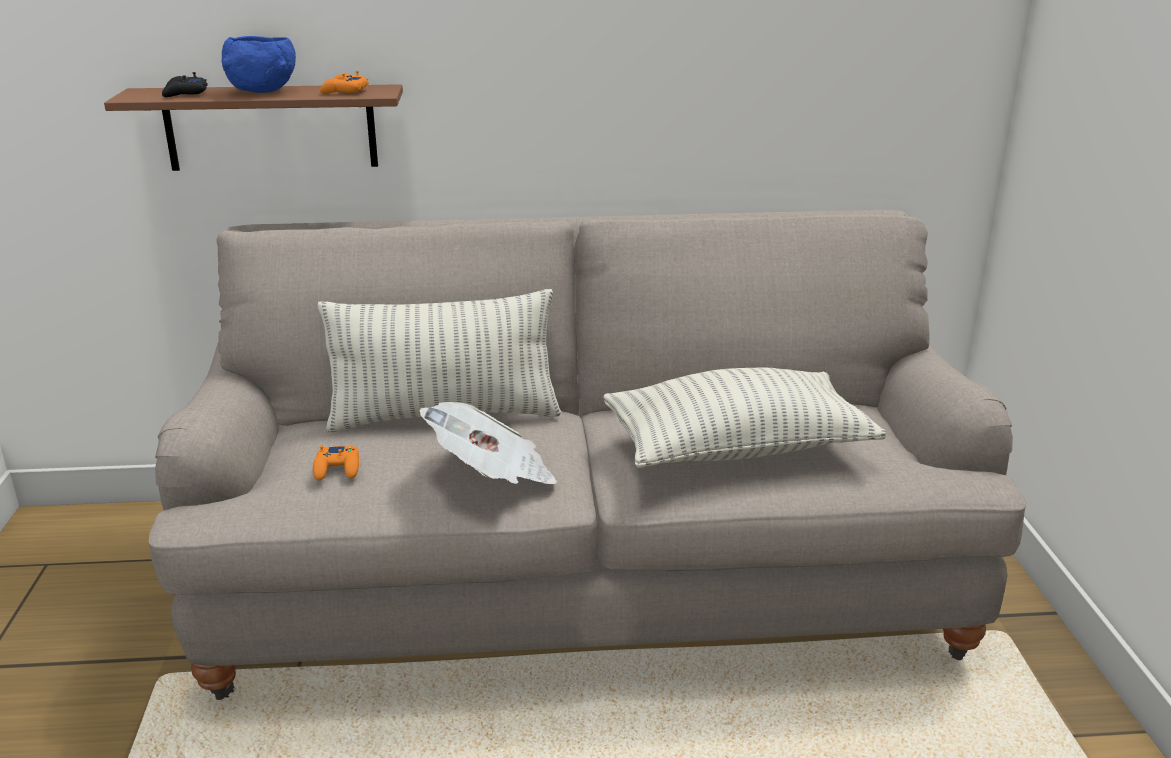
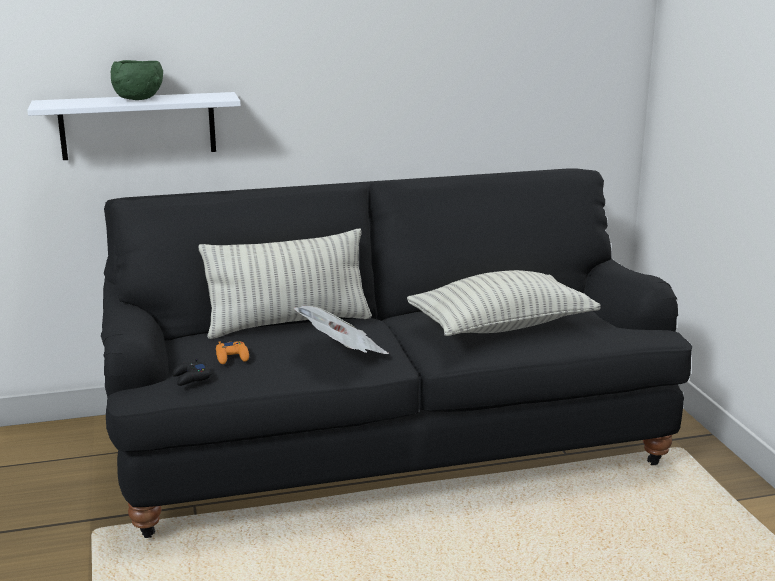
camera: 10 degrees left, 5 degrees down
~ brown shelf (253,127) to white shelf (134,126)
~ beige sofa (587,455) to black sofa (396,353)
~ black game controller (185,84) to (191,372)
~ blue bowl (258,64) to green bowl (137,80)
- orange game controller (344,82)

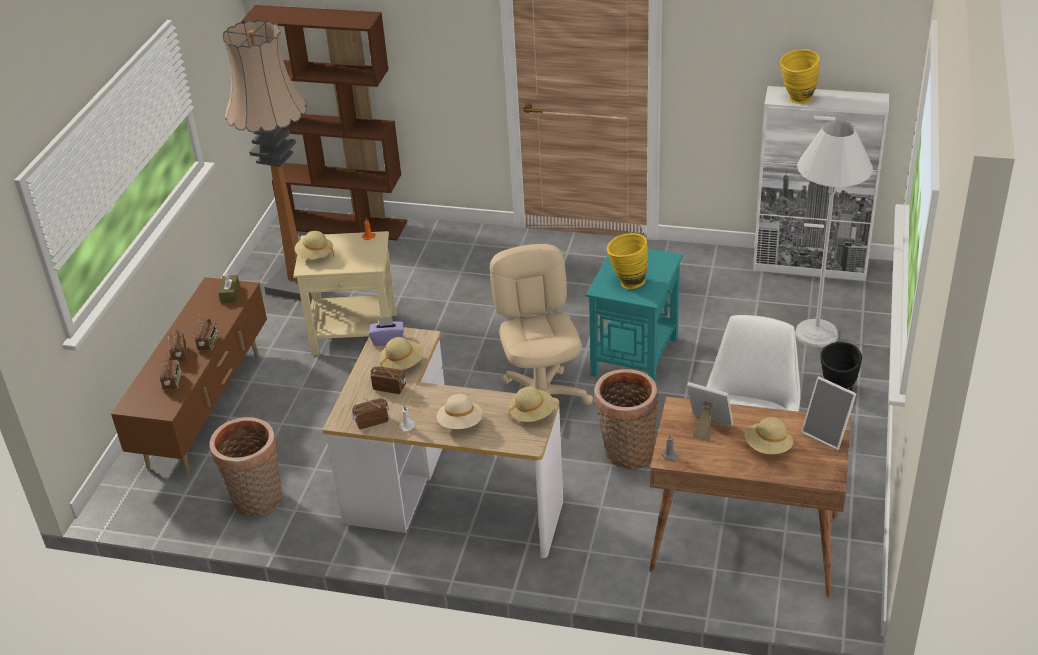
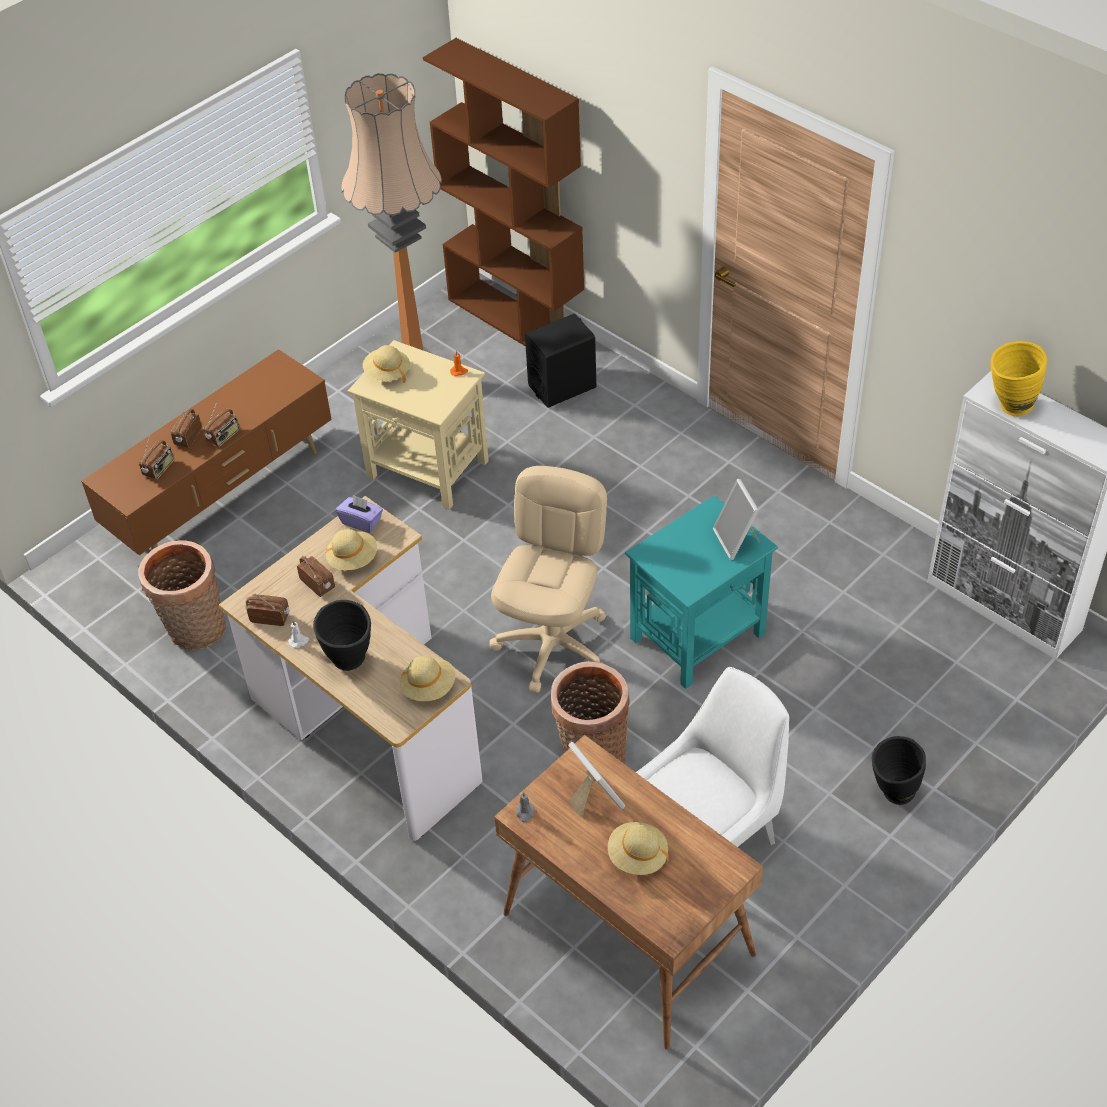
camera: 30 degrees right, 10 degrees up
- brown tissue box (229,287)
~ beige hat (460,411) to black vase (342,635)
- yellow vase (627,261)
- white floor lamp (834,234)
~ picture frame (828,413) to (736,519)
+ black speaker (560,360)

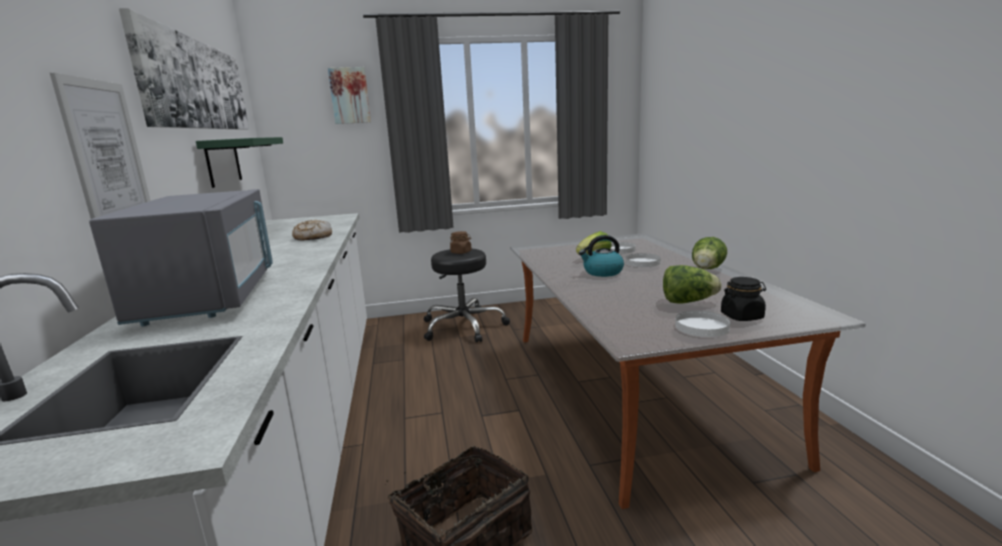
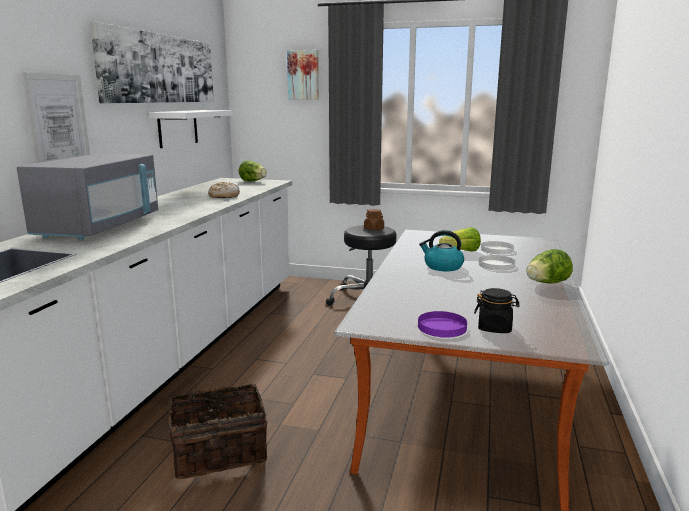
camera: 25 degrees right, 0 degrees up
~ green shelf (239,162) to white shelf (190,129)
~ lettuce (692,284) to (253,171)
~ white plate (702,324) to purple plate (442,324)

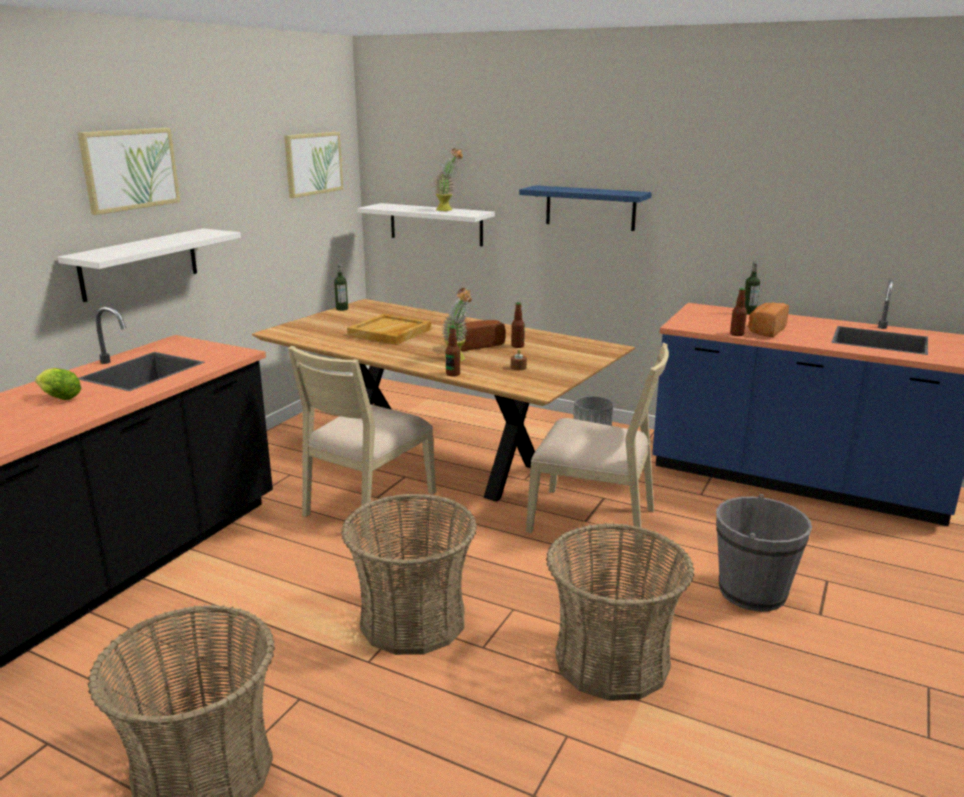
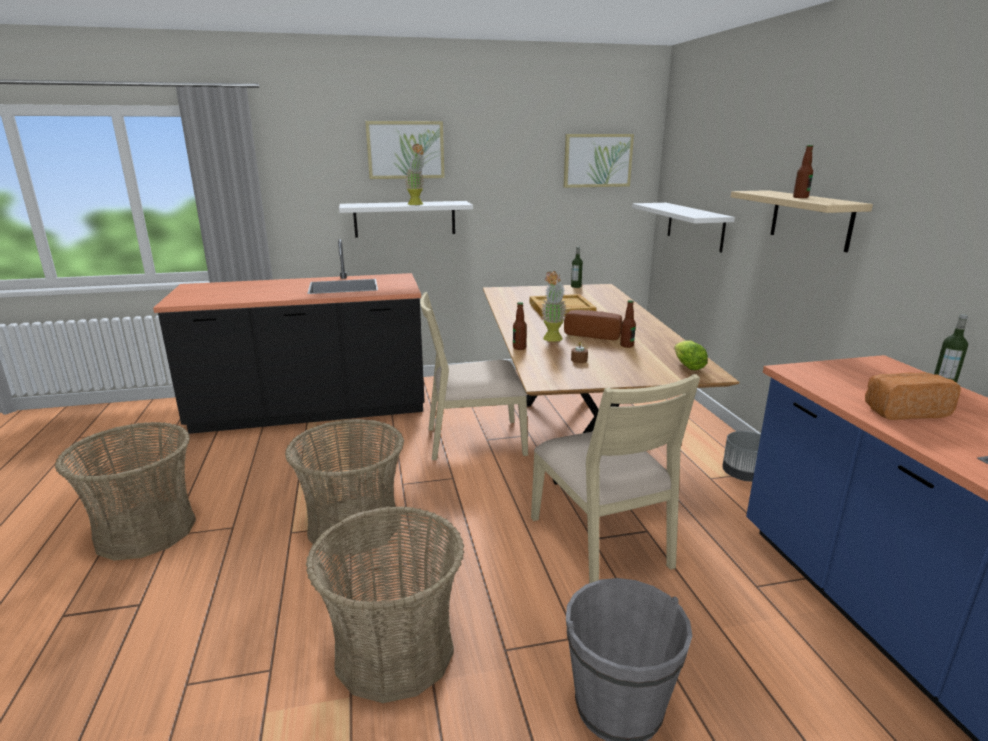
camera: 50 degrees right, 0 degrees up
~ lettuce (58,384) to (691,355)
~ potted plant (448,179) to (414,174)
~ blue shelf (585,208) to beige shelf (802,221)
~ bottle (738,312) to (803,171)

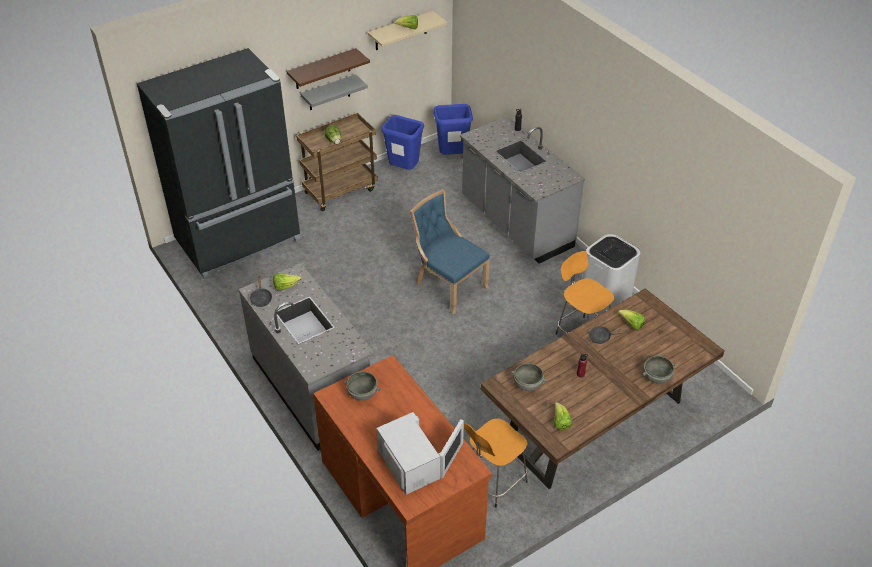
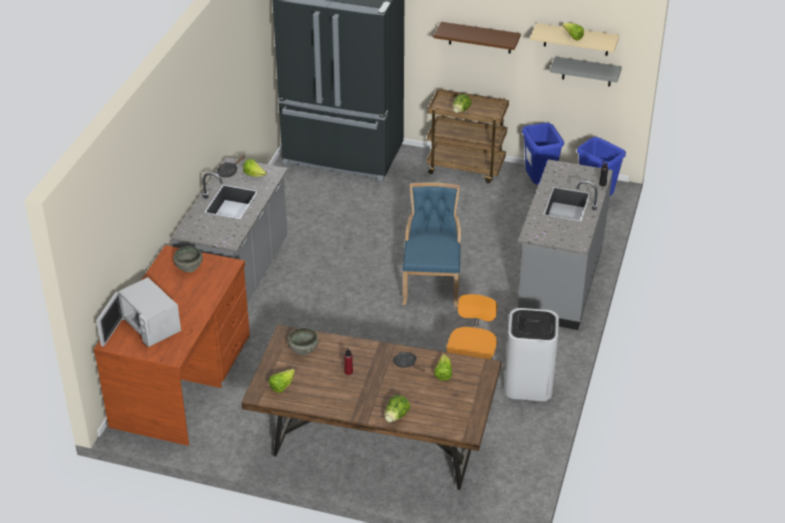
camera: 50 degrees right, 5 degrees down
~ grey shelf (334,92) to (586,71)
~ white microwave (420,453) = (138,312) 120 degrees clockwise
- orange stool (496,463)
~ grey bowl (658,370) to lettuce (397,408)

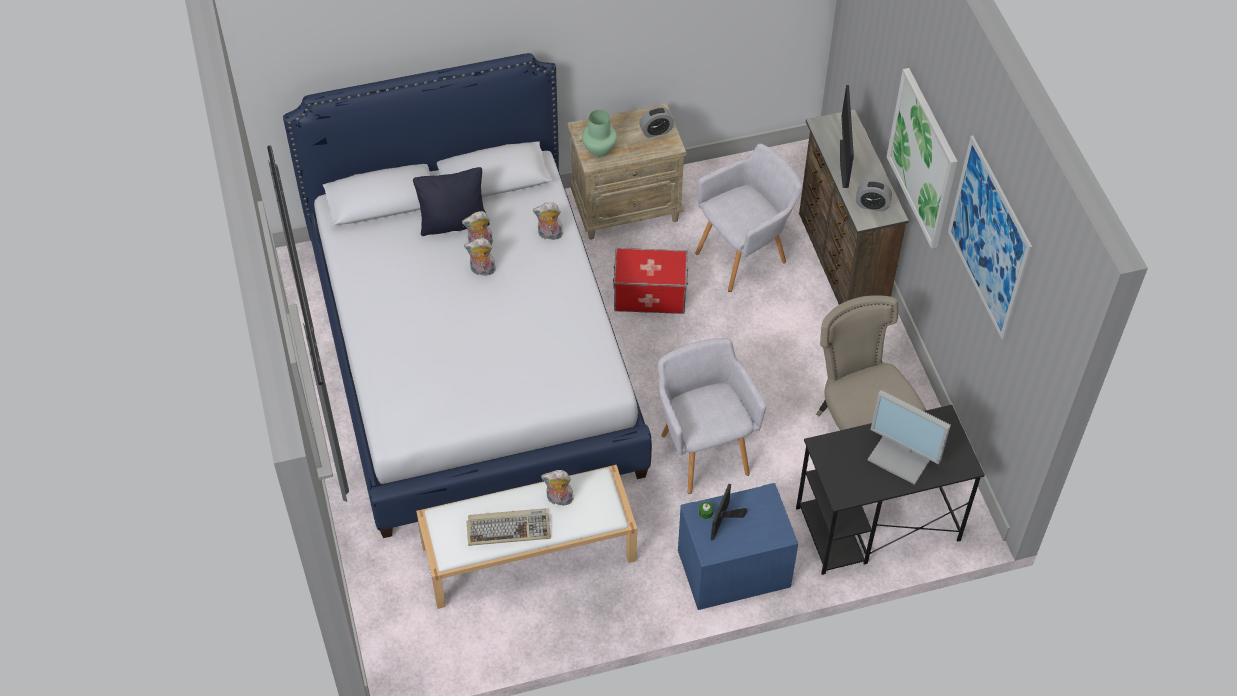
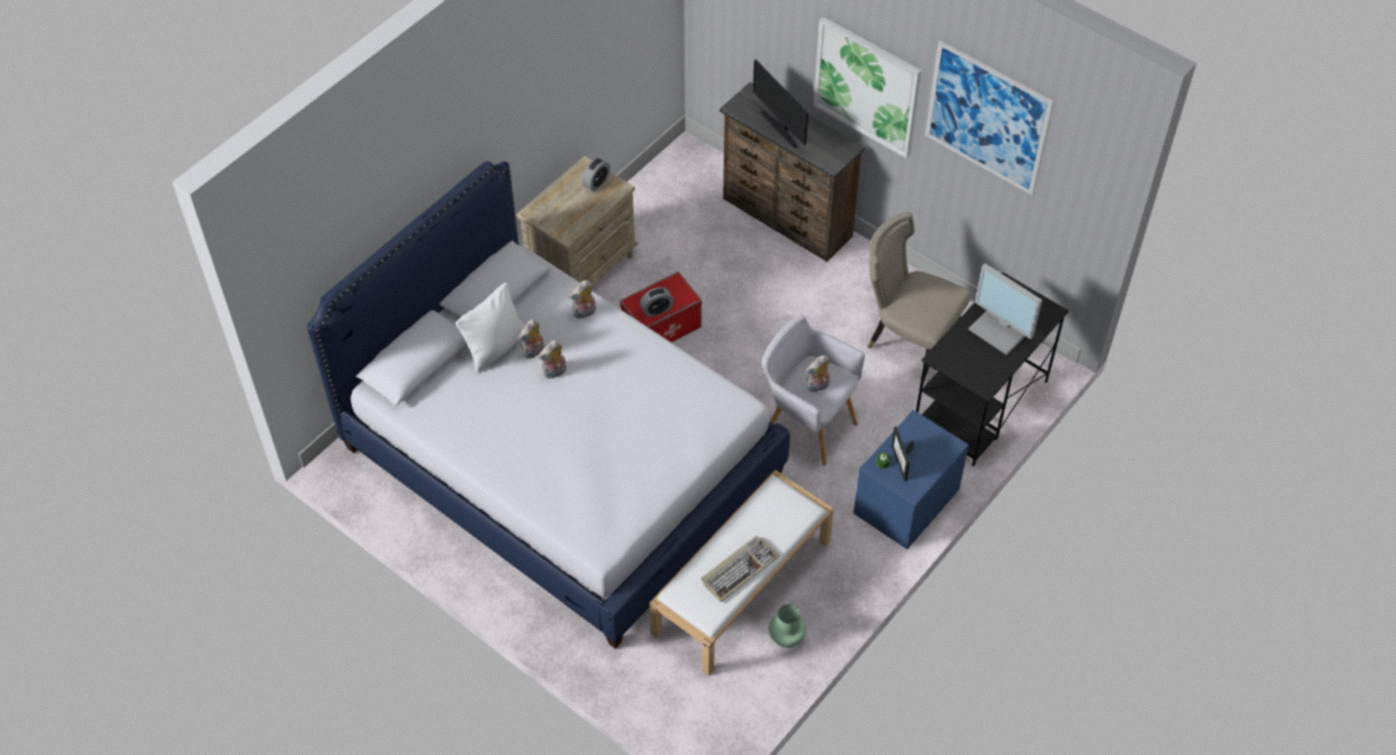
camera: 35 degrees left, 0 degrees up
~ black pillow (451,201) to white pillow (490,327)
~ plush toy (557,487) to (818,373)
~ green vase (599,133) to (788,626)
- grey armchair (749,218)
~ alarm clock (874,196) to (657,302)
~ monitor (909,437) = (1005,309) 45 degrees clockwise

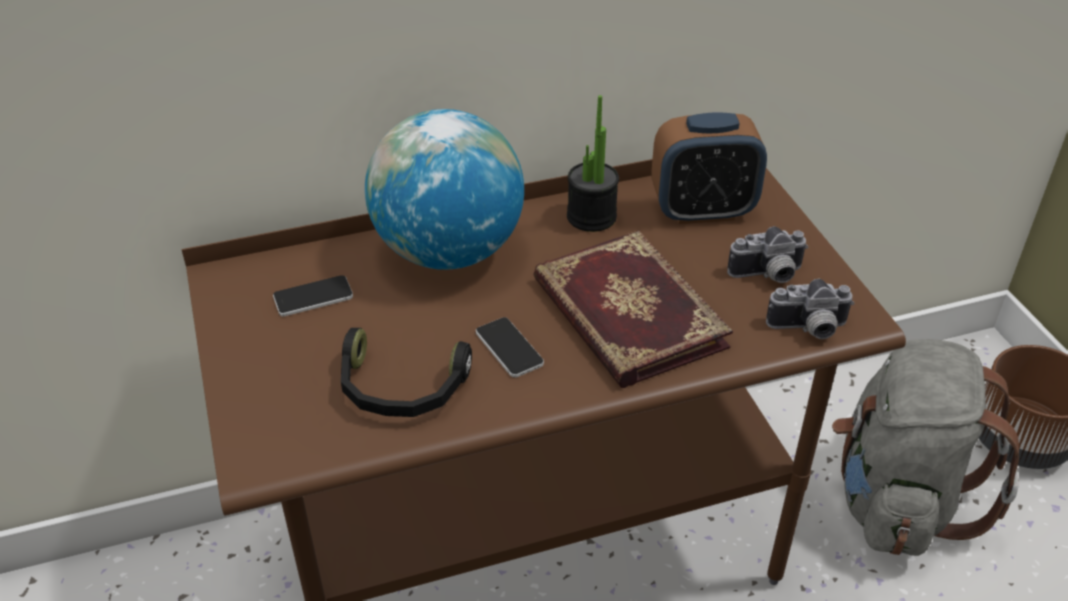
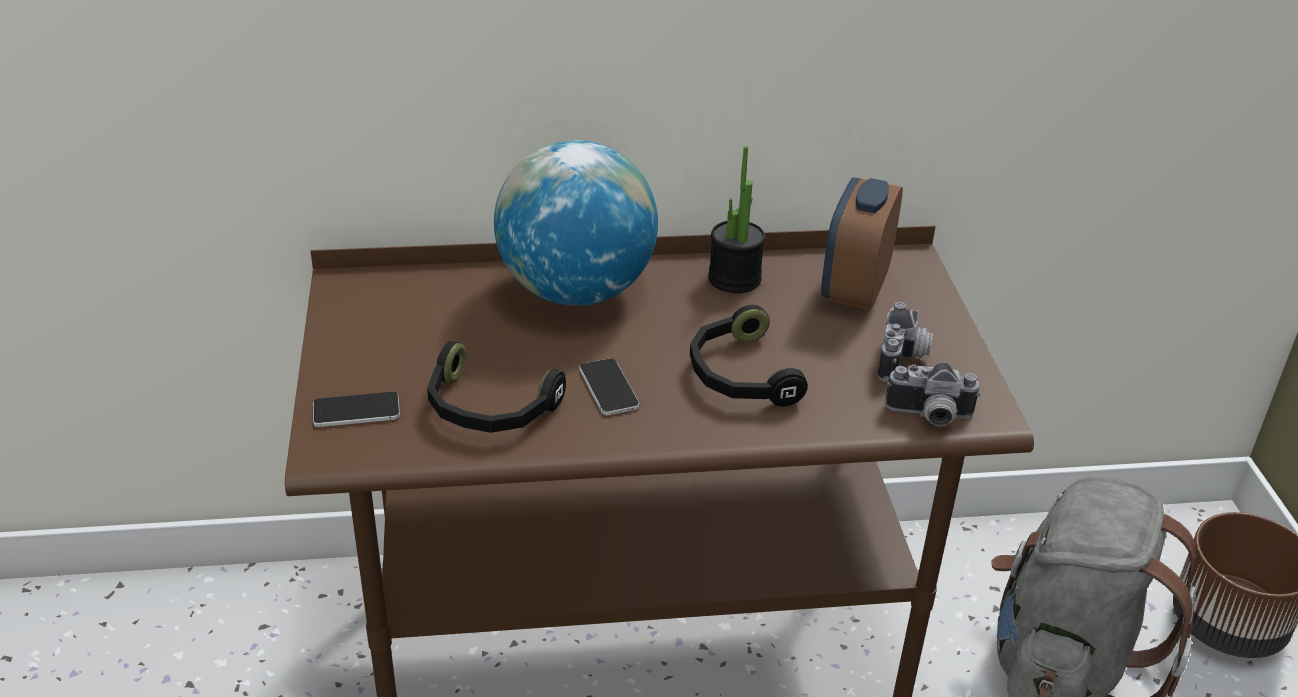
camera: 10 degrees right, 5 degrees down
~ phone (313,295) to (356,409)
~ book (633,309) to black headphones (749,356)
~ alarm clock (709,168) = (862,243) 105 degrees clockwise
~ photo camera (767,254) = (905,342) 75 degrees counterclockwise

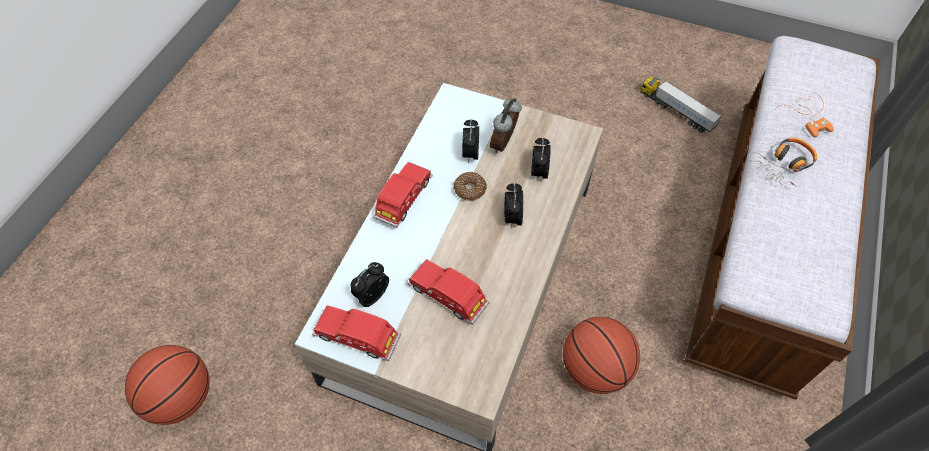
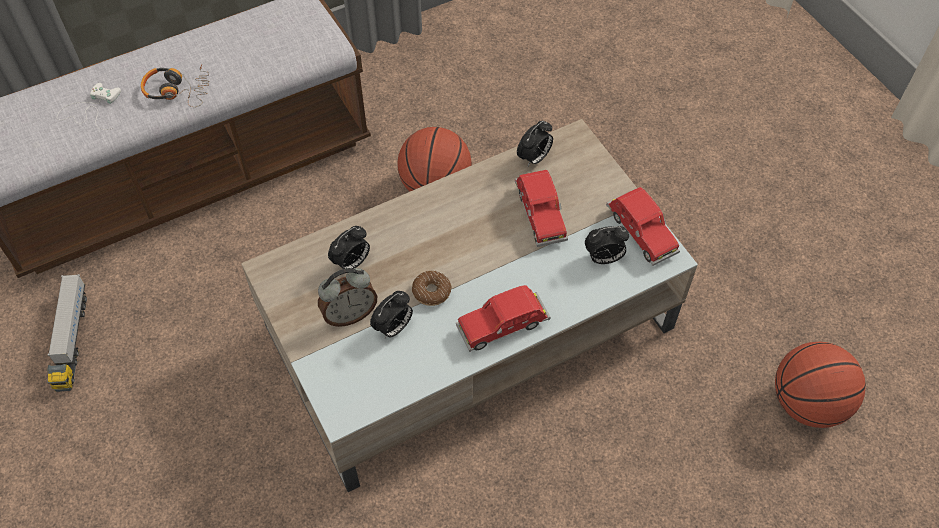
camera: 140 degrees left, 0 degrees up
~ alarm clock (513,205) to (535,143)
~ orange game controller (804,115) to white game controller (89,106)

